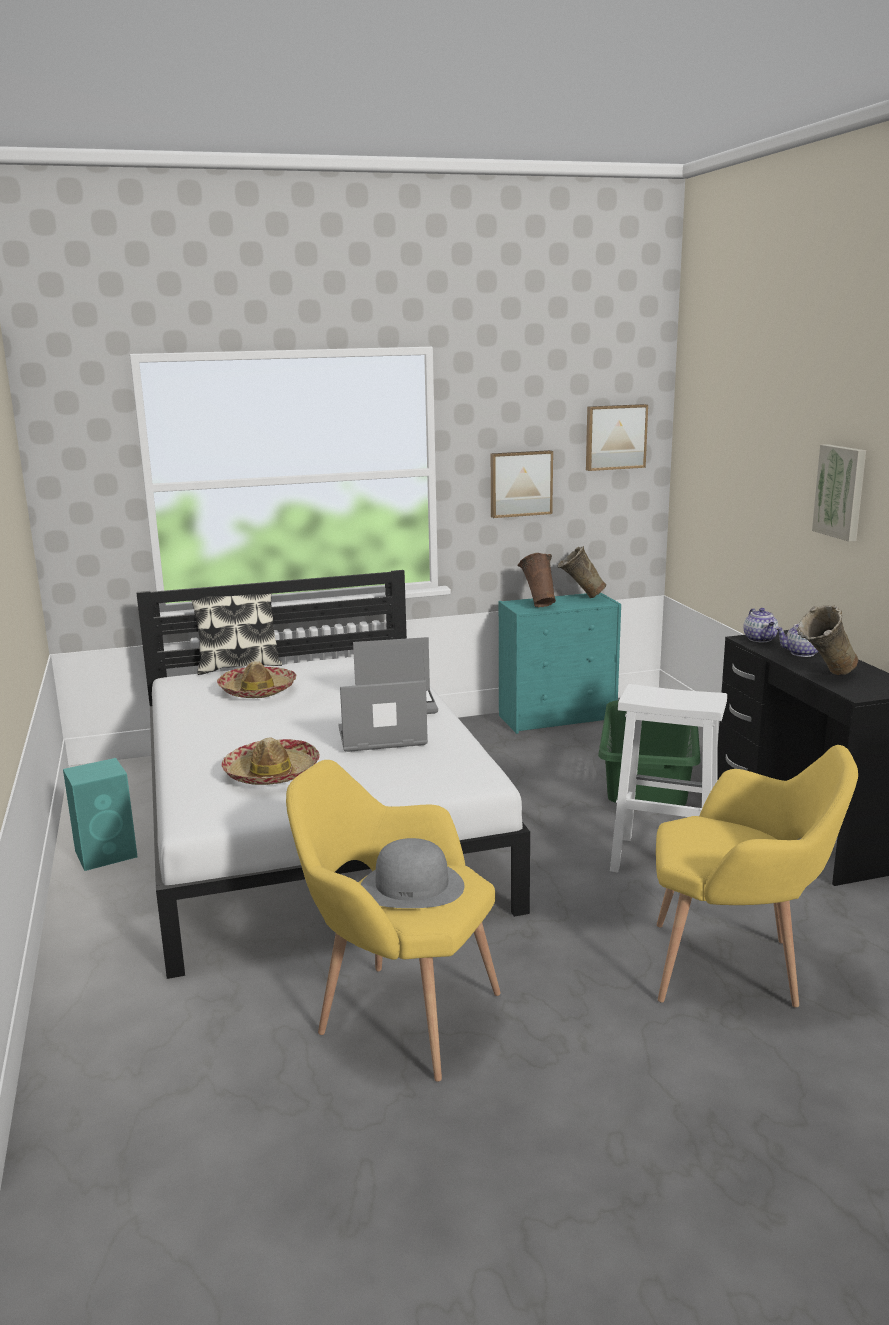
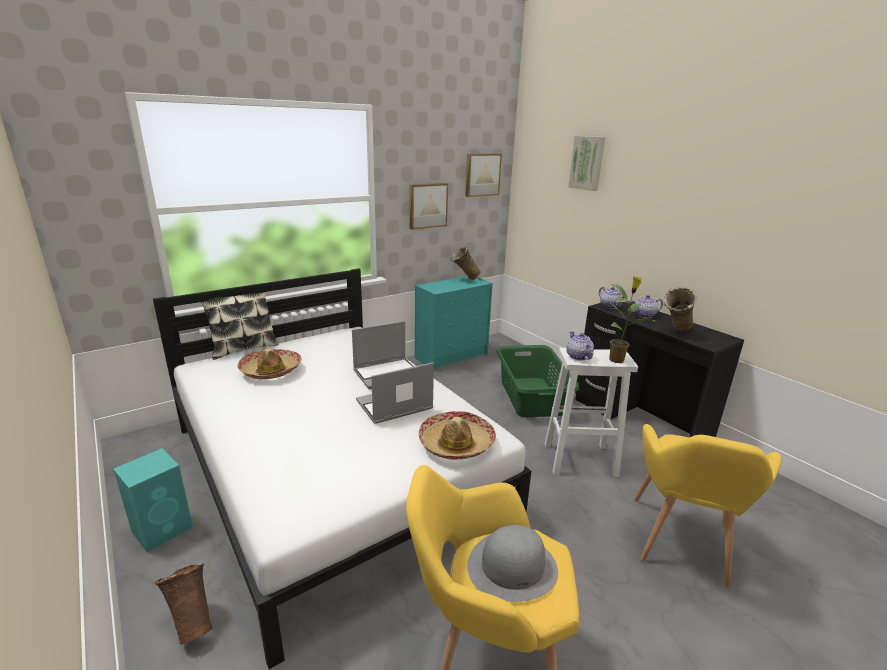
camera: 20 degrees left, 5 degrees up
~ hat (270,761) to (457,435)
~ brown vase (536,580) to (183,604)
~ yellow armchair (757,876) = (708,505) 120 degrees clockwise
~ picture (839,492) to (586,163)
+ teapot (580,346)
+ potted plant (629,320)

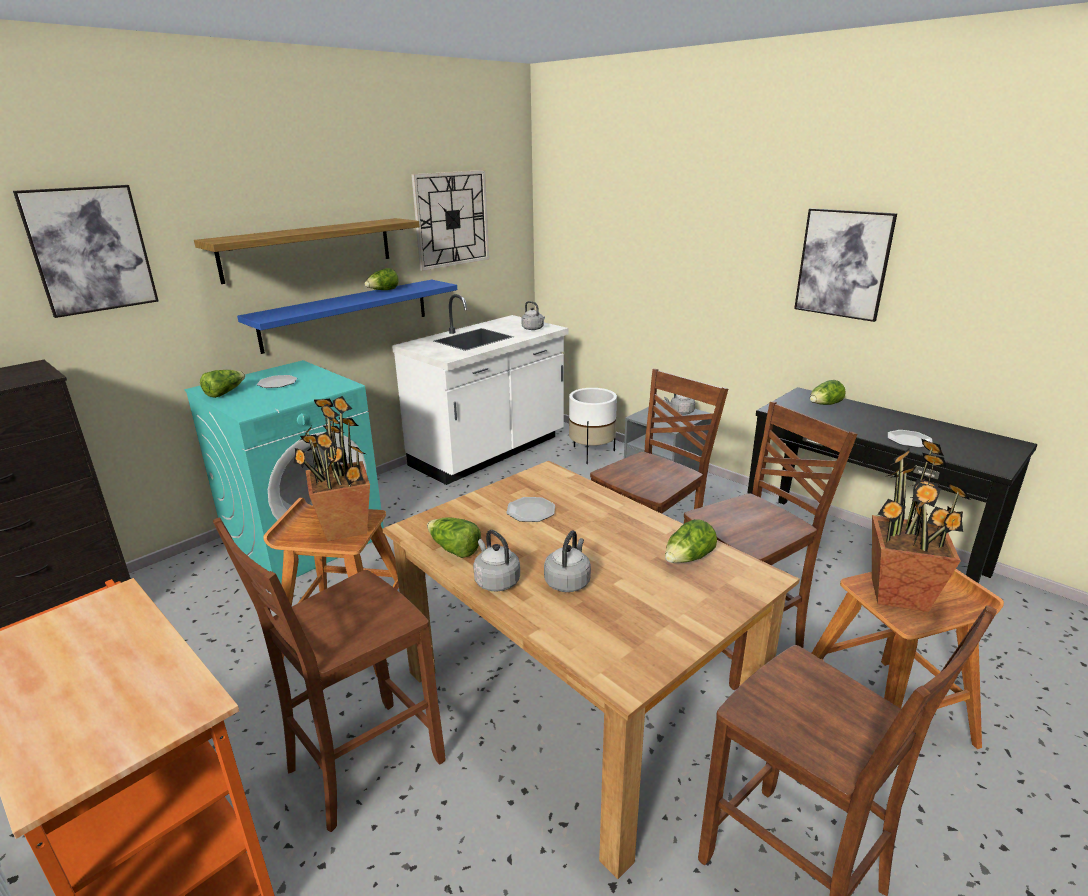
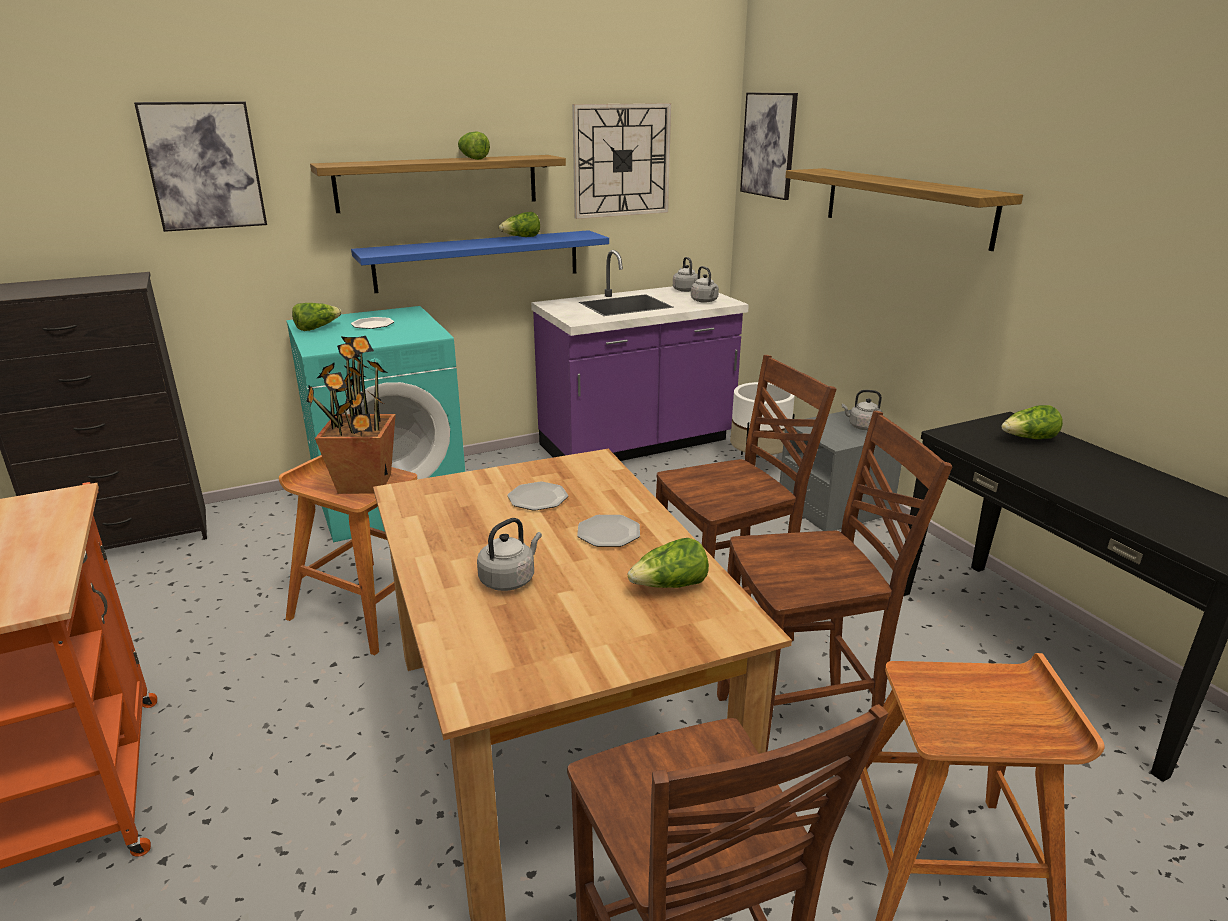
camera: 20 degrees right, 0 degrees up
- brown chair (329,674)
~ white counter (480,389) to purple counter (640,355)
~ lettuce (454,537) to (474,146)
~ grey kettle (496,561) to (685,274)
~ picture (845,265) to (769,146)
- potted plant (921,525)
~ plate (910,439) to (608,531)
+ shelf (904,209)

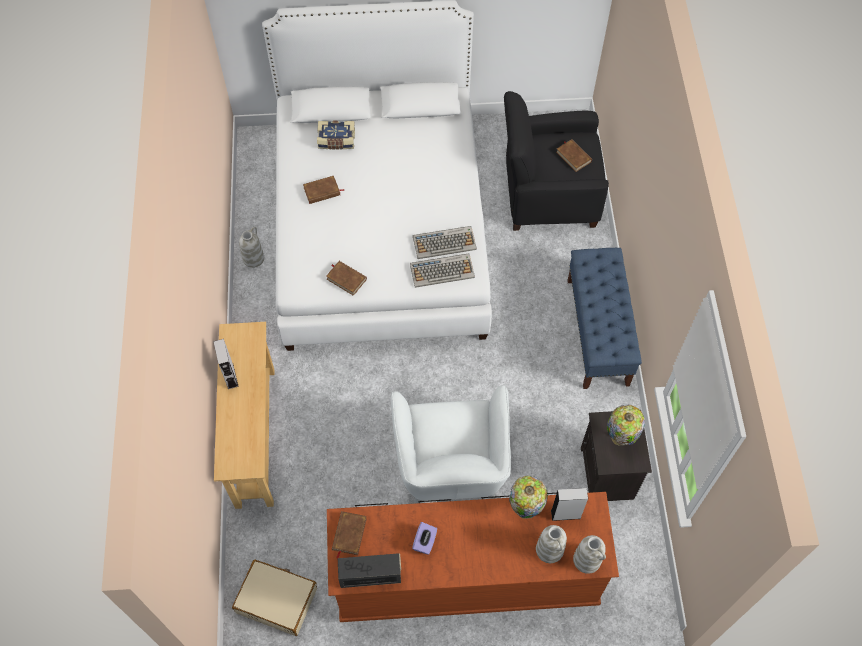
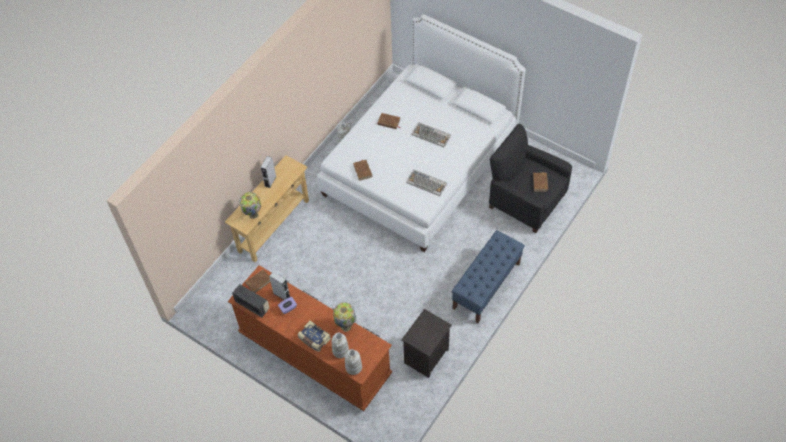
camera: 40 degrees right, 5 degrees down
- beige suitcase (274,598)
~ book (336,135) to (314,336)
- white armchair (451,444)
~ keyboard (442,270) to (431,134)
~ grey speaker (569,504) to (279,286)
~ table lamp (626,425) to (250,205)

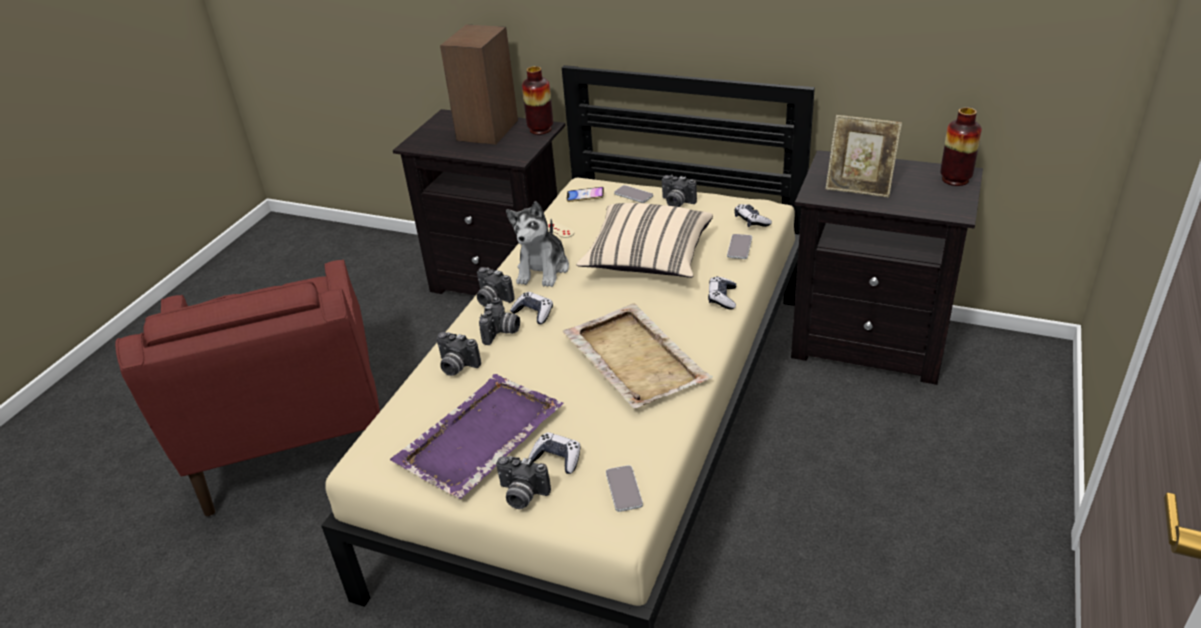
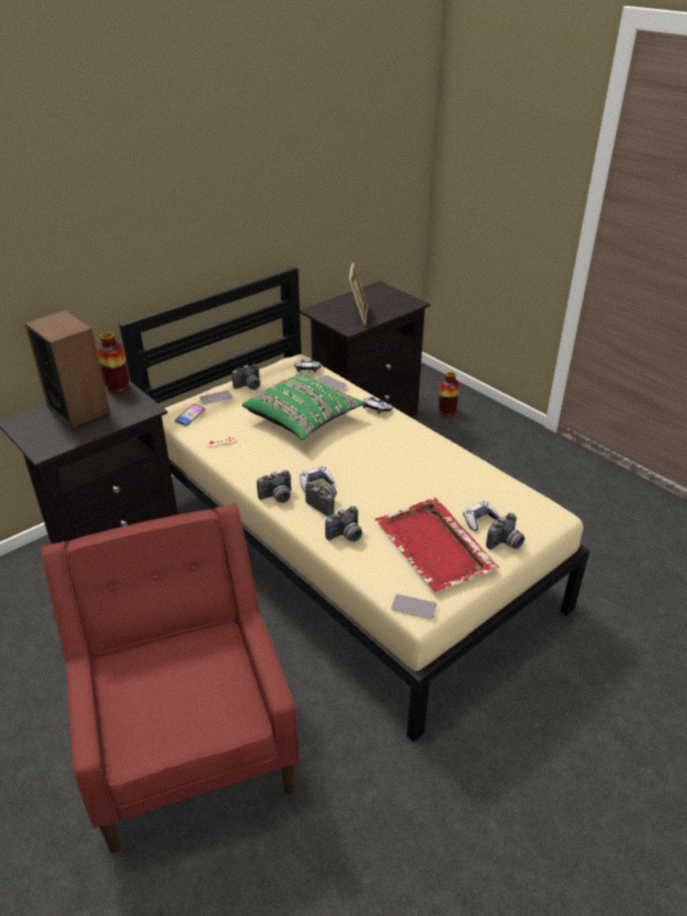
camera: 65 degrees left, 0 degrees up
~ red armchair (247,388) = (170,678) 120 degrees counterclockwise
~ purple tray (476,436) to red tray (437,545)
- plush toy (537,244)
- beige tray (637,355)
~ beige pillow (645,240) to green pillow (303,406)
~ phone (624,488) to (414,606)
~ picture frame (864,156) = (358,294) 45 degrees counterclockwise
~ vase (961,147) to (449,394)

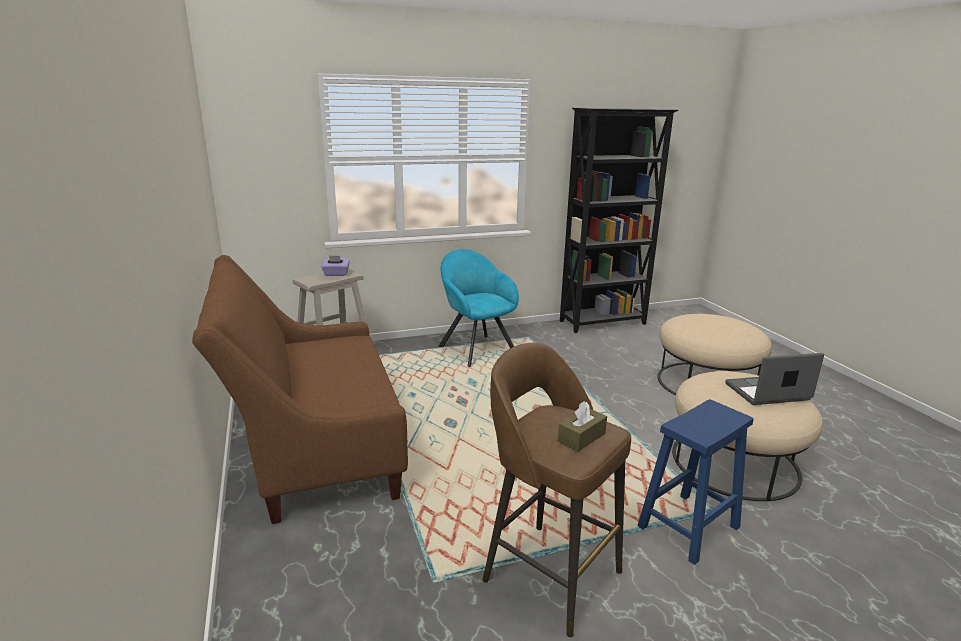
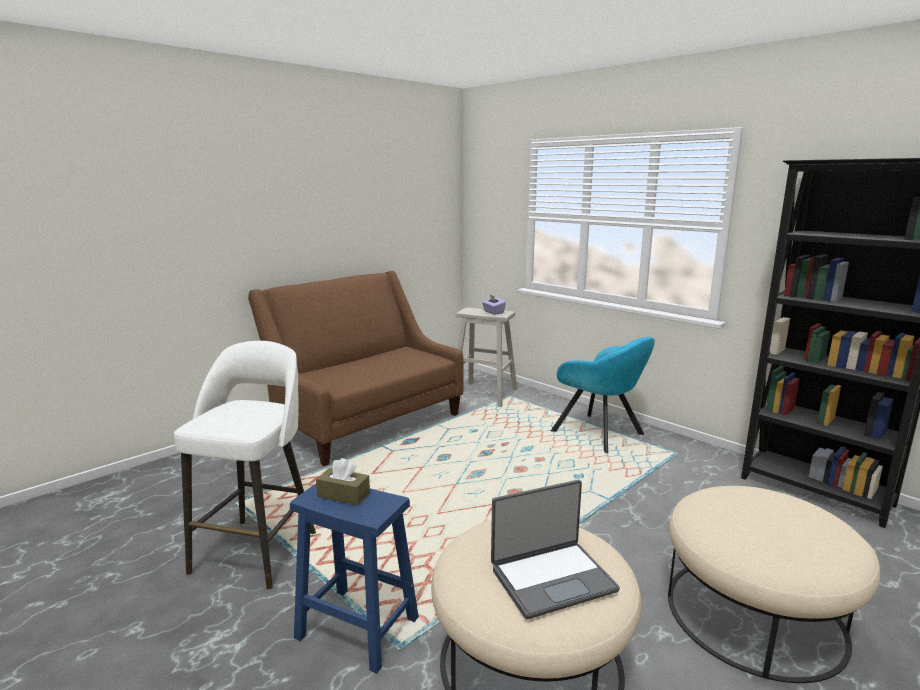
camera: 65 degrees right, 5 degrees down
~ turquoise armchair (479,308) = (603,395) 105 degrees clockwise
~ brown stool (556,490) to white stool (245,465)
~ brown tissue box (582,426) to (343,481)
~ laptop (774,379) = (555,549) 105 degrees clockwise

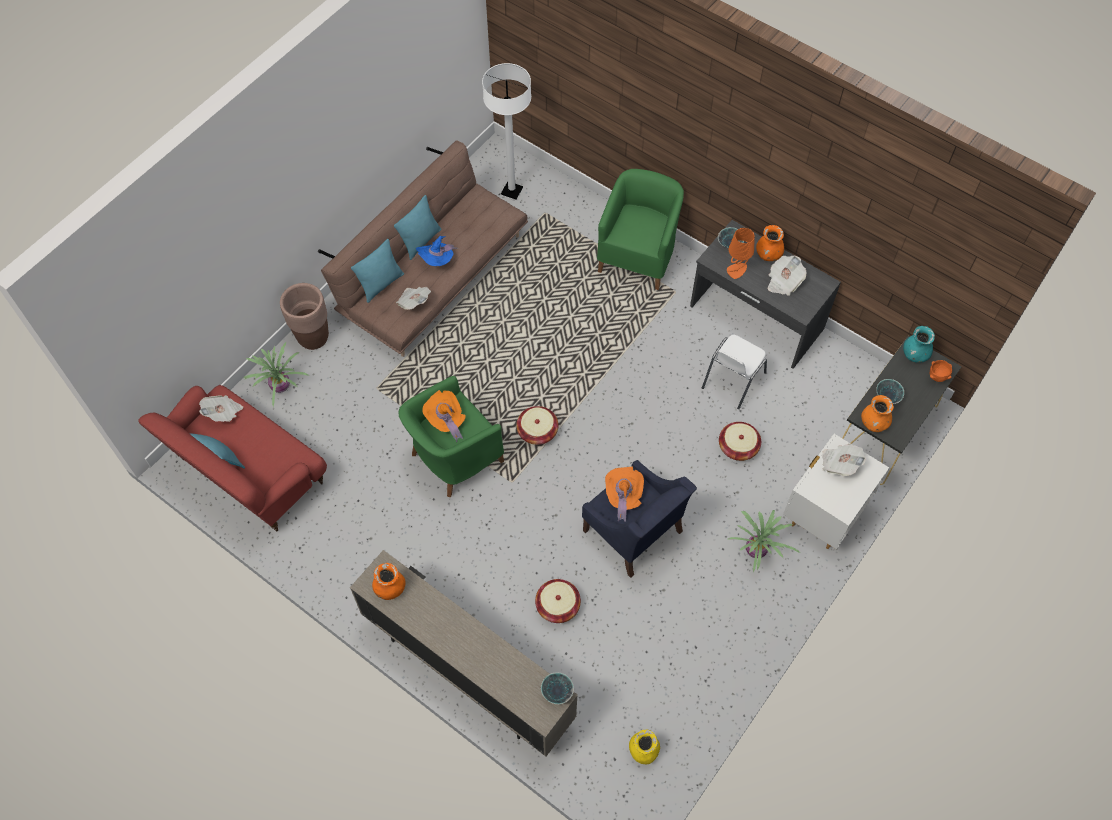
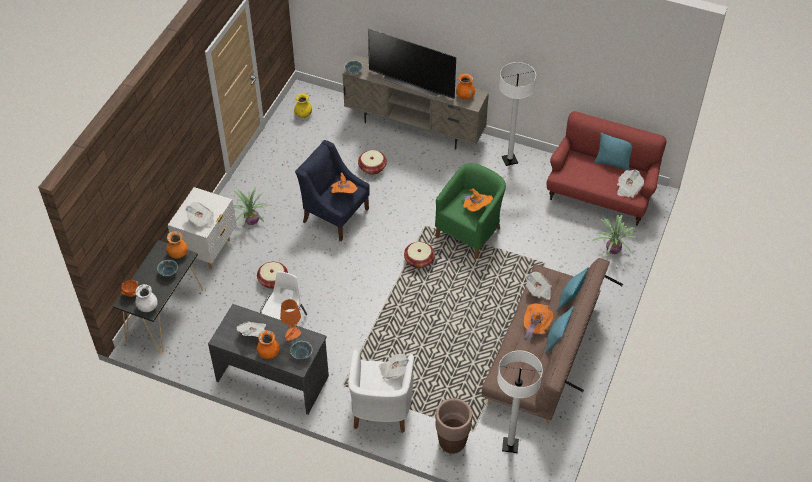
camera: 165 degrees right, 10 degrees down
~ brown planter (304,316) to (454,426)
~ blue hat (437,251) to orange hat (538,322)
~ green armchair (640,229) to white armchair (381,391)
~ turquoise vase (919,344) to white vase (146,298)
+ television (412,63)
+ newspaper (394,366)
+ white floor lamp (517,114)

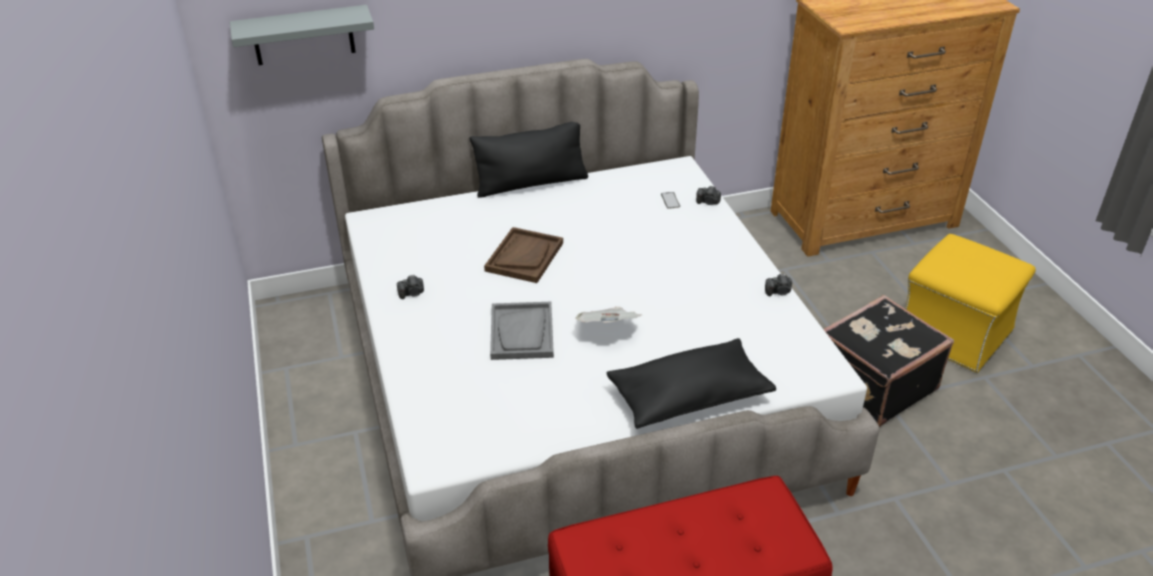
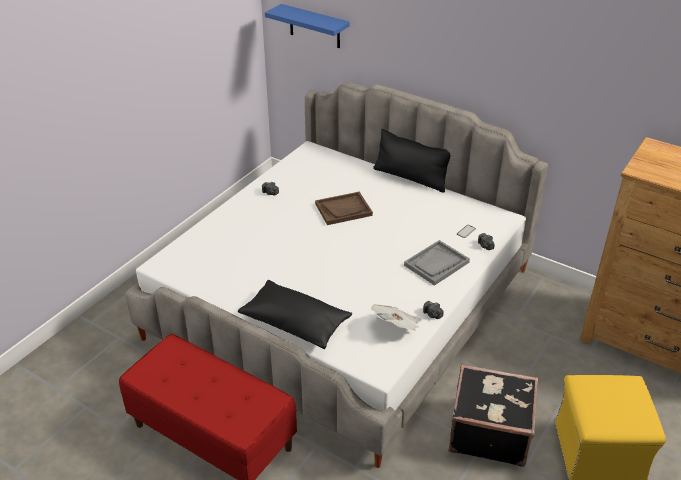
camera: 50 degrees right, 0 degrees up
~ grey shelf (302,35) to blue shelf (307,26)
~ grey tray (522,331) to (437,263)
~ newspaper (608,315) to (396,317)

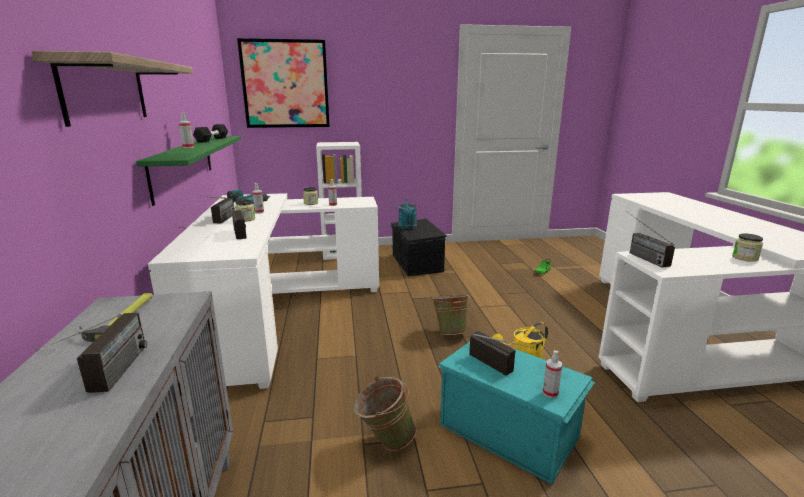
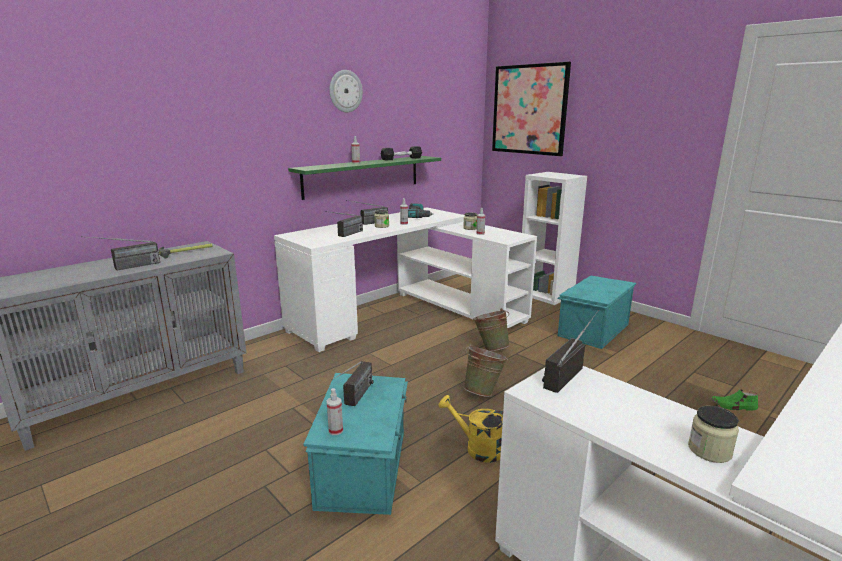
camera: 55 degrees right, 0 degrees up
- shelf (112,89)
~ green bucket (385,413) to (491,329)
~ black storage box (418,247) to turquoise storage box (596,312)
- turquoise watering can (407,214)
+ wall clock (346,91)

